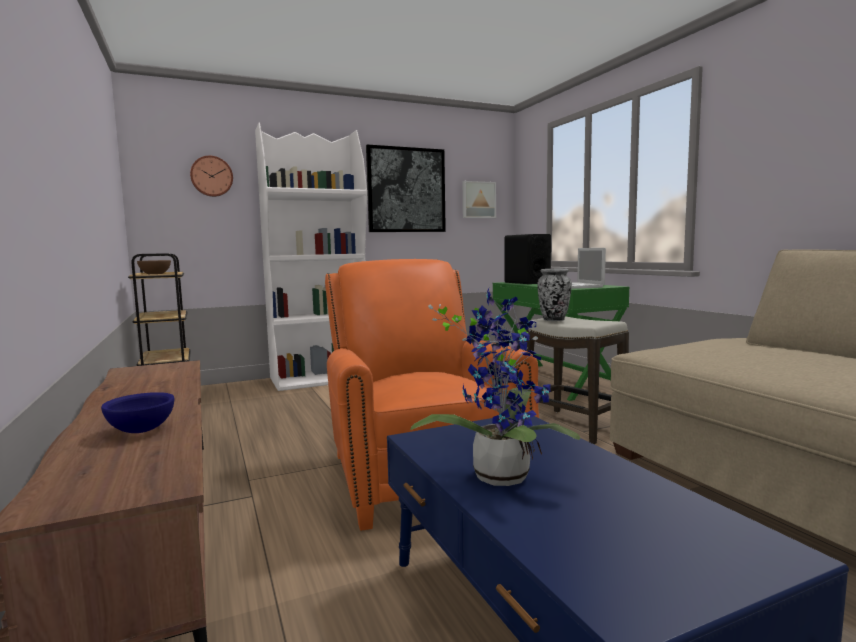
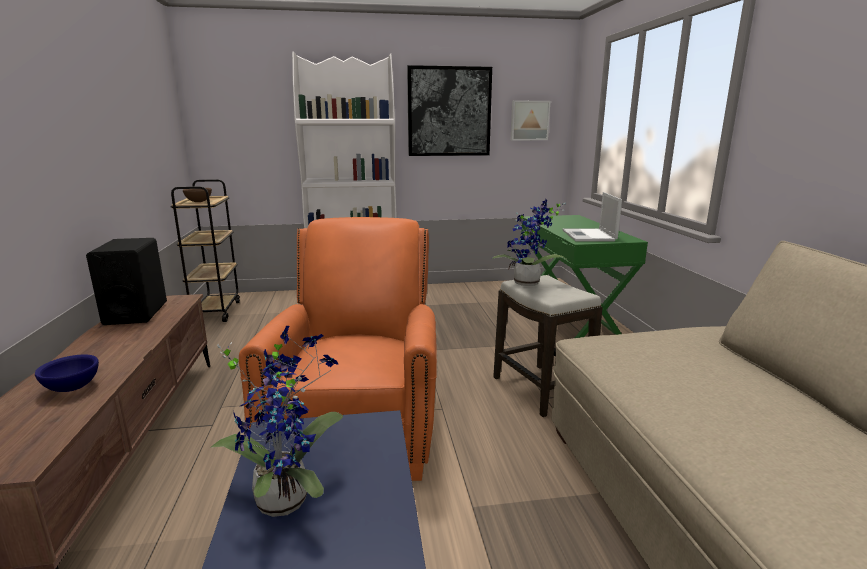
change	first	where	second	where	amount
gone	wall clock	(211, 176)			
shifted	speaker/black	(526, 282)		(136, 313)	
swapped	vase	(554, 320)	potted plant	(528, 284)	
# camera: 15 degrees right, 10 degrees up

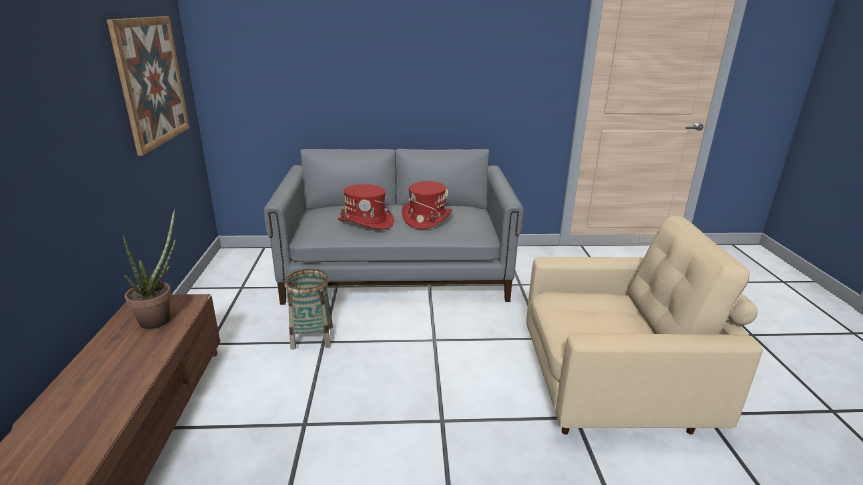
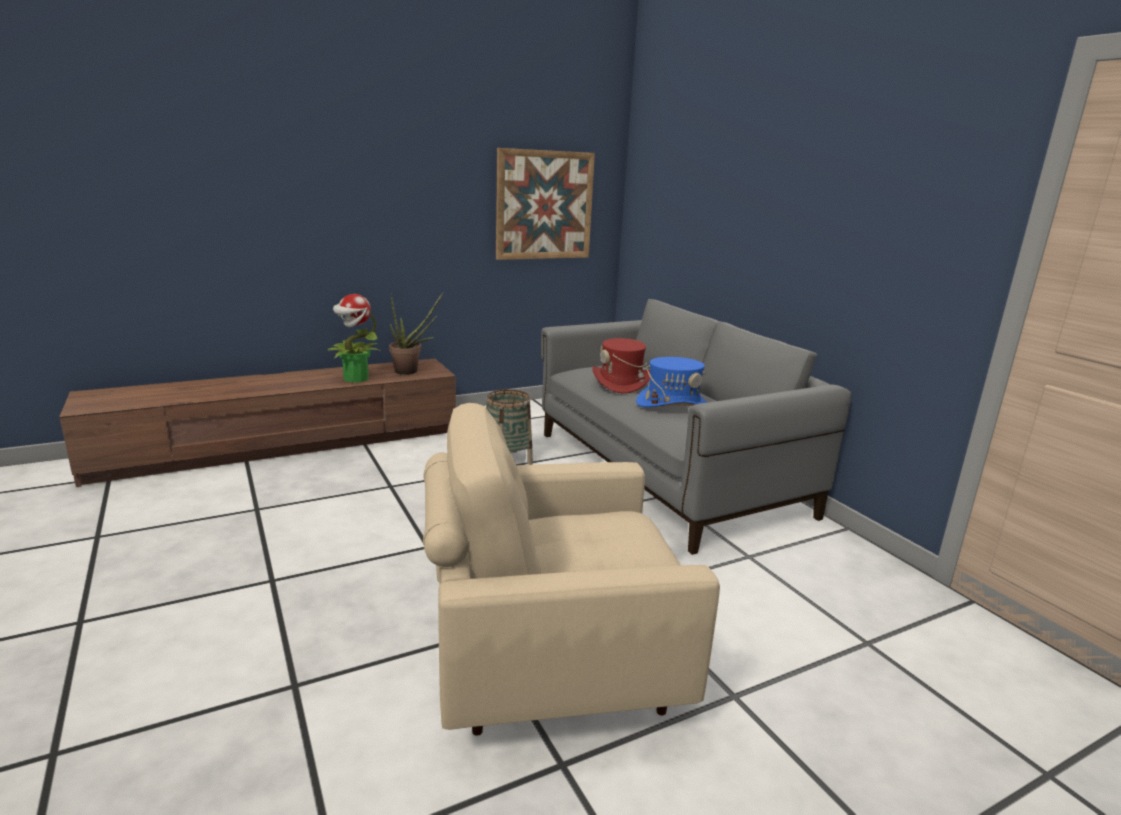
change	first	where	second	where	amount
new			potted plant	(355, 379)	
repainted	hat/red	(426, 218)	hat/blue	(672, 404)	
rotated	armchair/beige	(613, 393)		(549, 662)	105 degrees clockwise
# camera: 65 degrees right, 5 degrees down

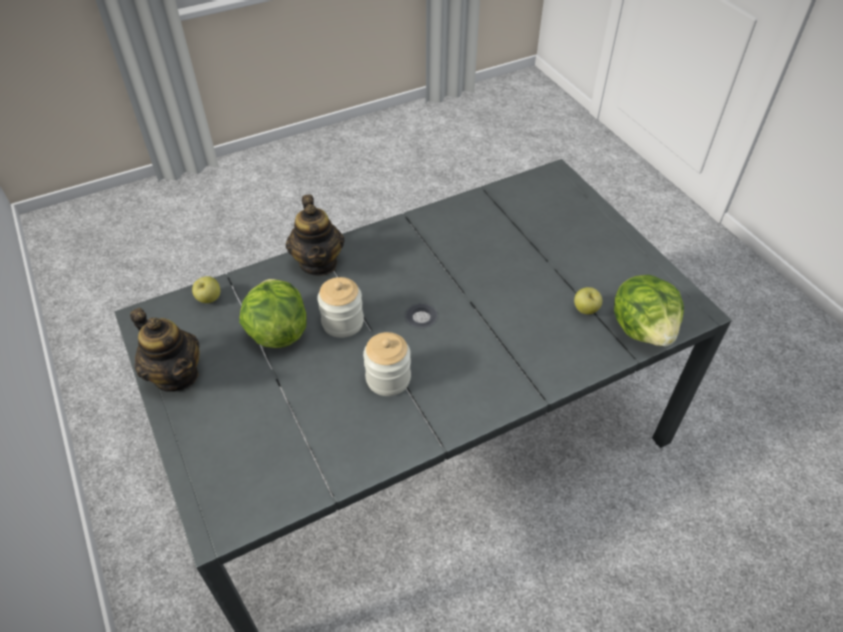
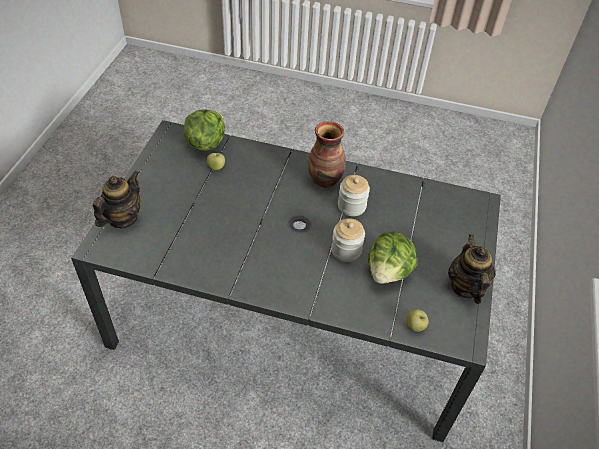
change	first	where	second	where	amount
new			vase	(325, 179)	
shifted	teapot	(318, 263)		(122, 218)	
# camera: 140 degrees left, 0 degrees up

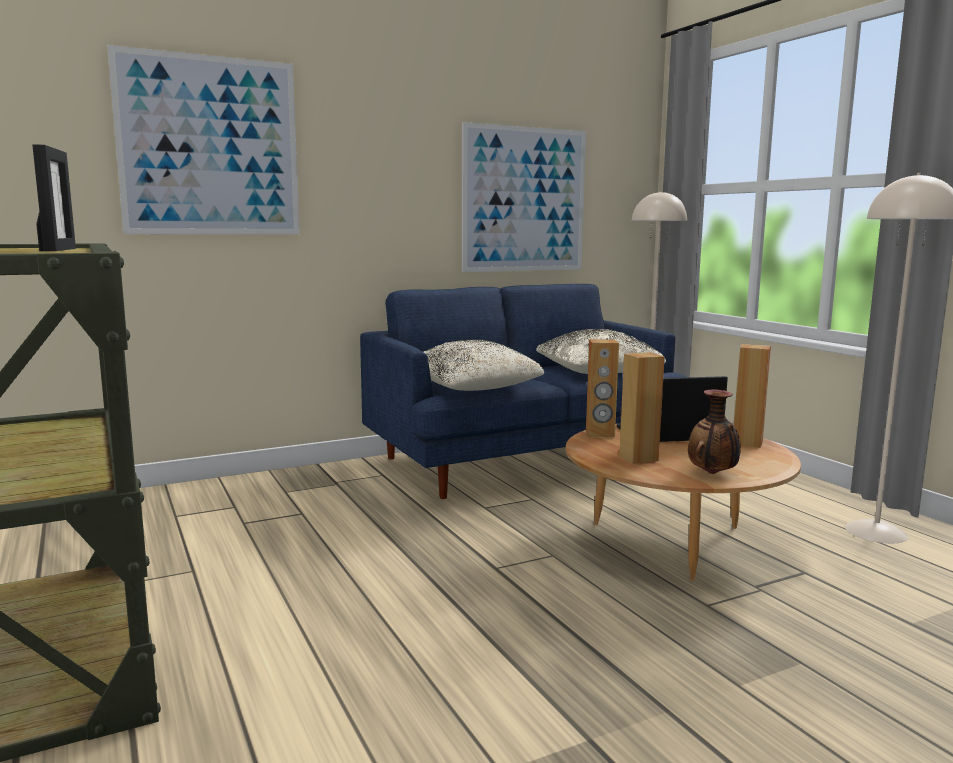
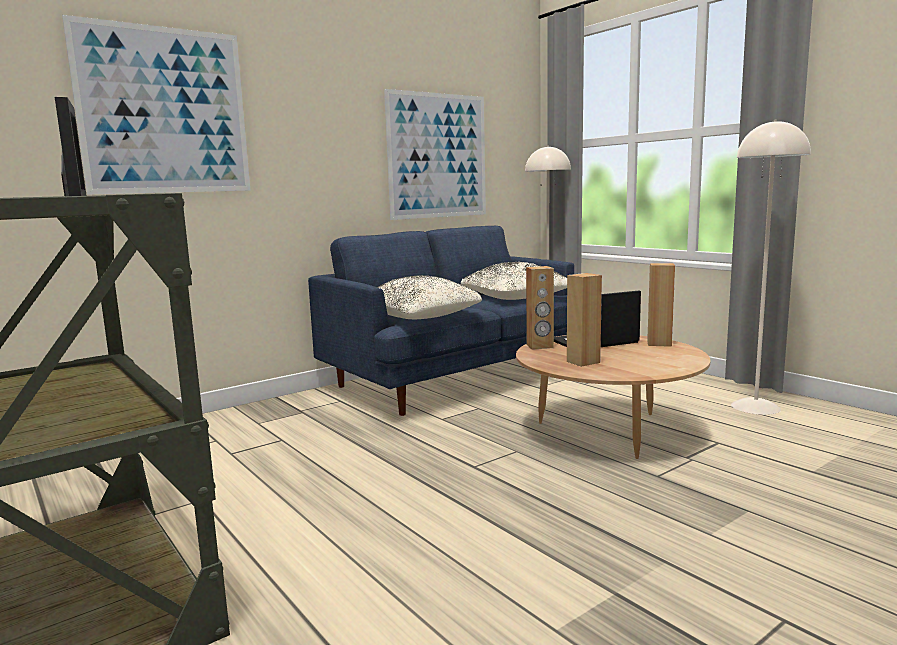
change	first	where	second	where	amount
gone	vase	(712, 473)			
# camera: 10 degrees left, 0 degrees up

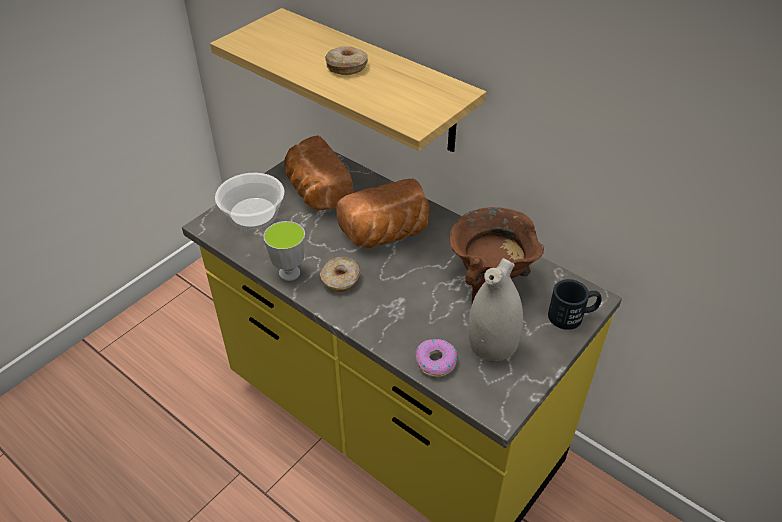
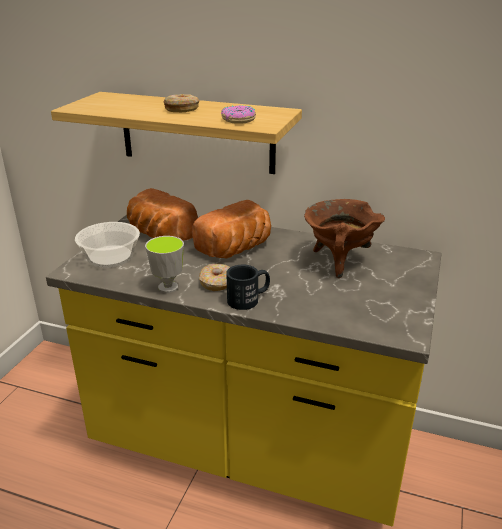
change	first	where	second	where	amount
gone	vase/white	(492, 346)			
shifted	donut	(435, 361)		(238, 120)	
shifted	mug/black	(572, 315)		(249, 299)	
# camera: 20 degrees left, 15 degrees down

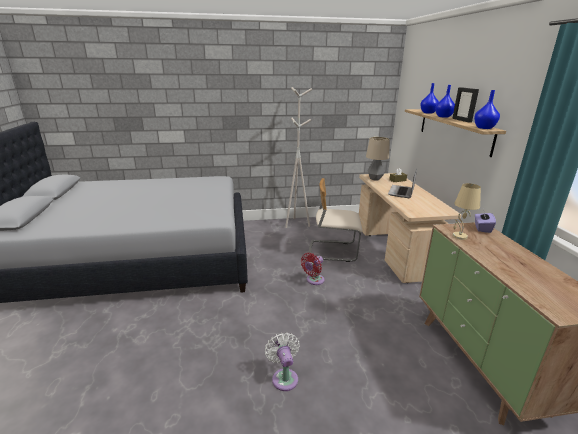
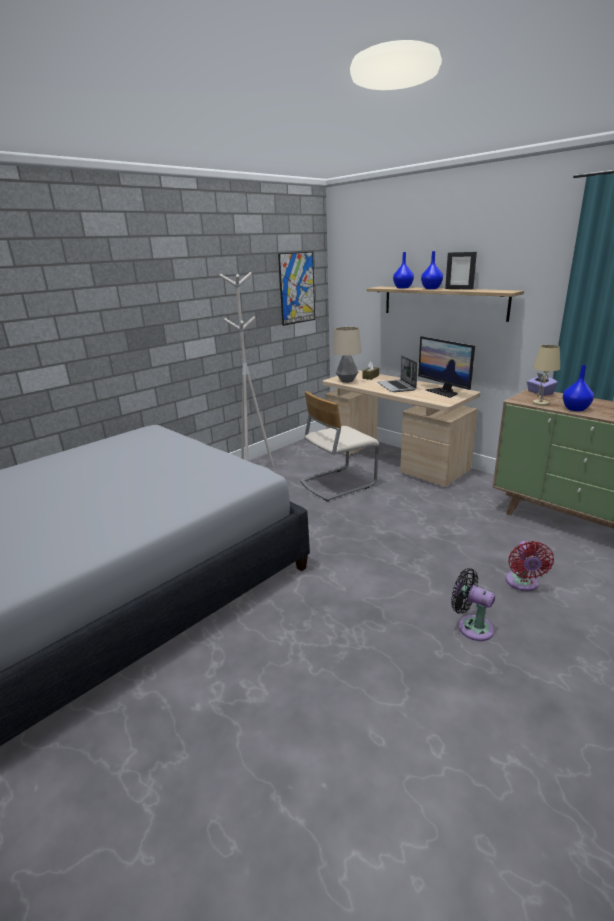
change	first	where	second	where	amount
new			picture	(297, 288)	
new			monitor	(444, 392)	
shifted	fan/red	(313, 280)		(522, 584)	
shifted	vase/blue	(484, 128)		(576, 409)	
repainted	fan/white	(284, 377)	fan/black	(471, 626)	
# camera: 35 degrees left, 0 degrees up

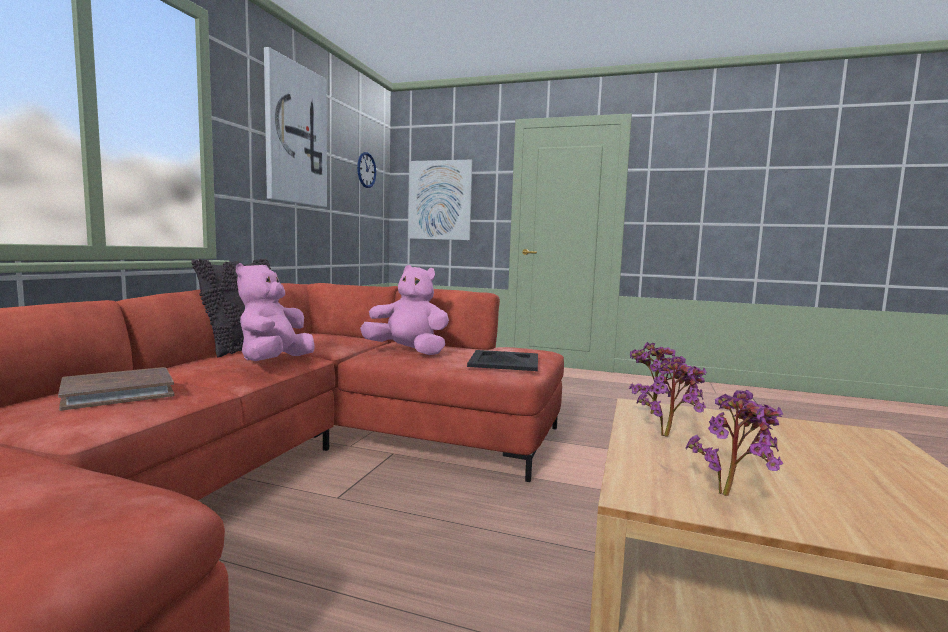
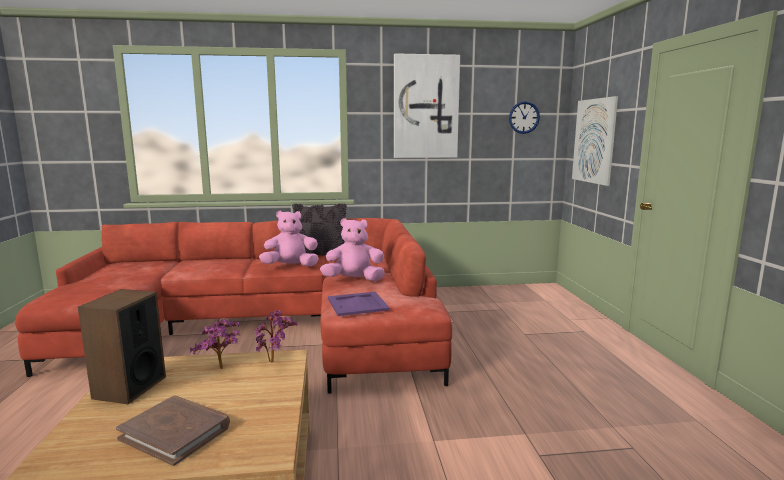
change	first	where	second	where	amount
shifted	book/brown	(118, 393)		(175, 432)	
swapped	potted plant	(732, 495)	speaker	(129, 387)	
repainted	tray/black	(503, 361)	tray/purple	(357, 304)	
rotated	plush toy/pink	(408, 351)		(354, 280)	90 degrees counterclockwise
# camera: 65 degrees right, 5 degrees up

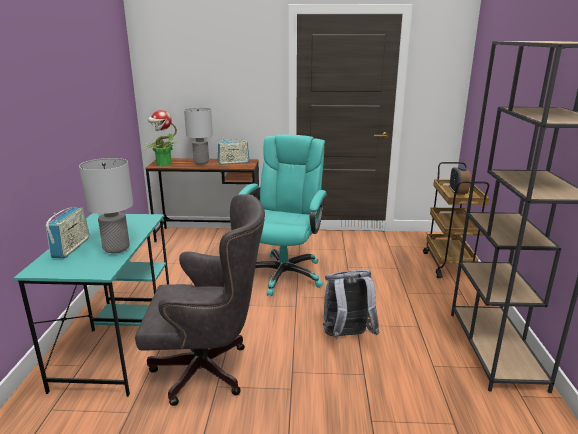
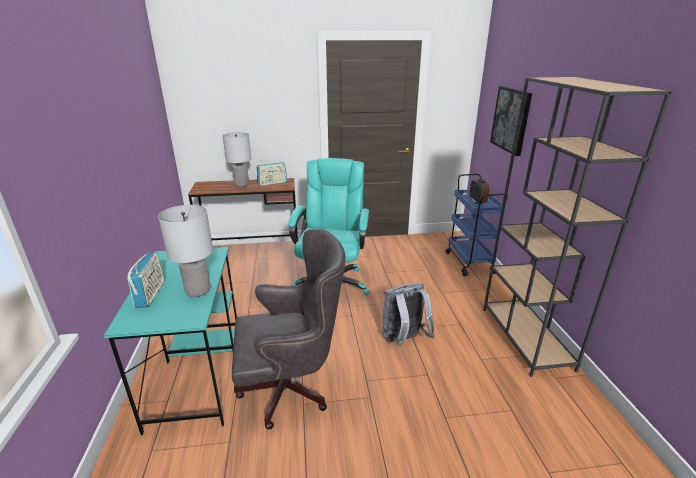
change	first	where	second	where	amount
gone	potted plant	(163, 164)			
new			picture	(511, 120)	
repainted	cart/brown	(448, 265)	cart/blue	(469, 263)	
# camera: 10 degrees left, 5 degrees up

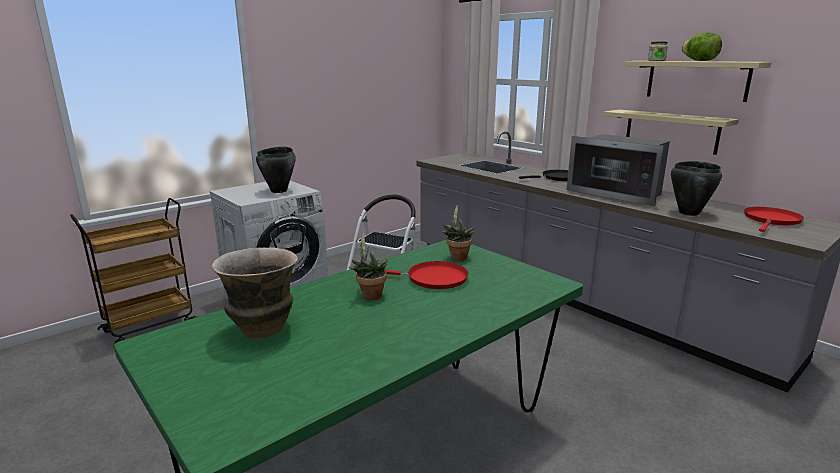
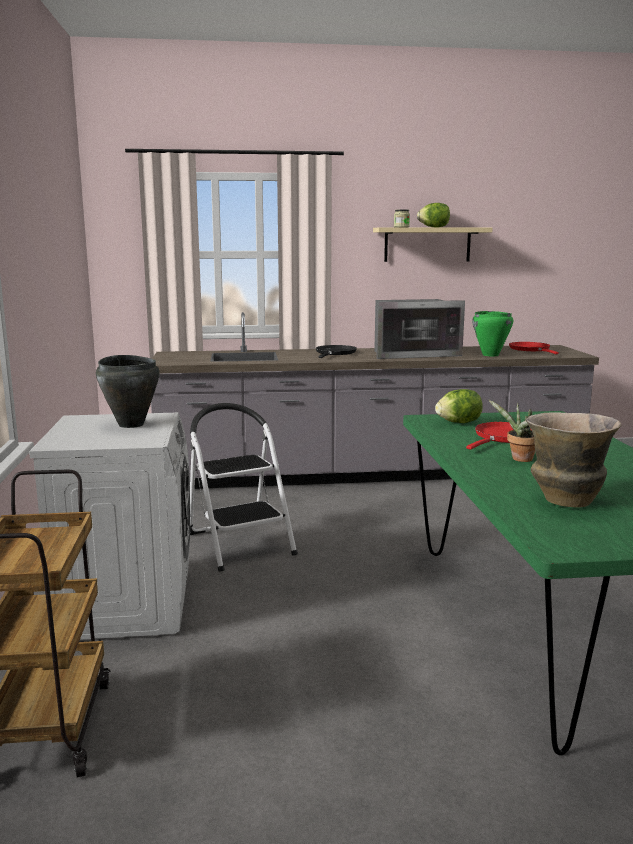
change	first	where	second	where	amount
gone	shelf/beige	(671, 131)			
swapped	potted plant	(457, 257)	lettuce	(458, 423)	
repainted	cooking pot/black	(688, 213)	cooking pot/green	(490, 355)	
# camera: 55 degrees left, 5 degrees down

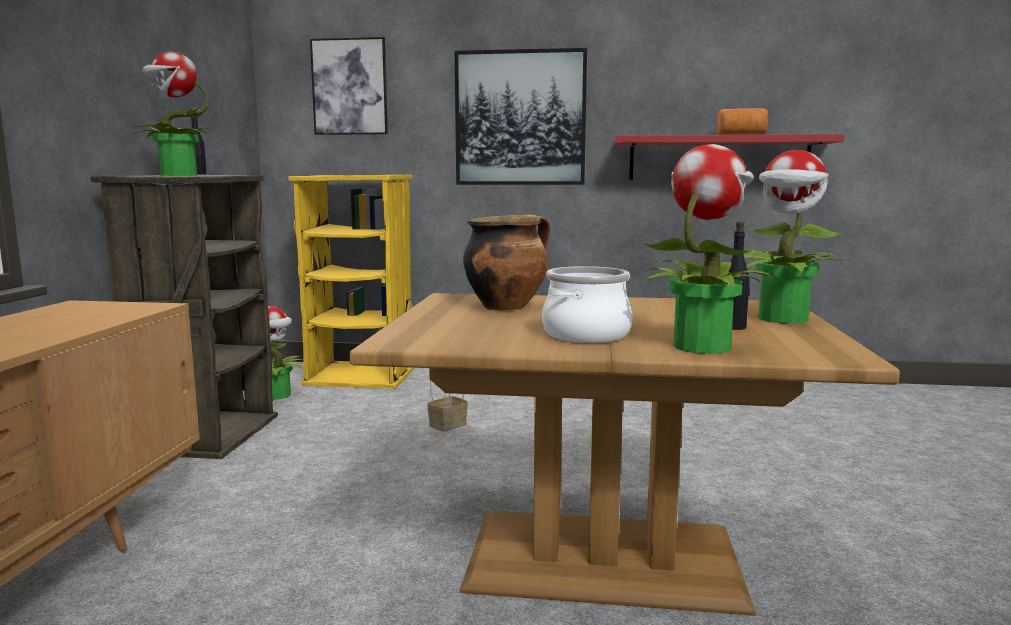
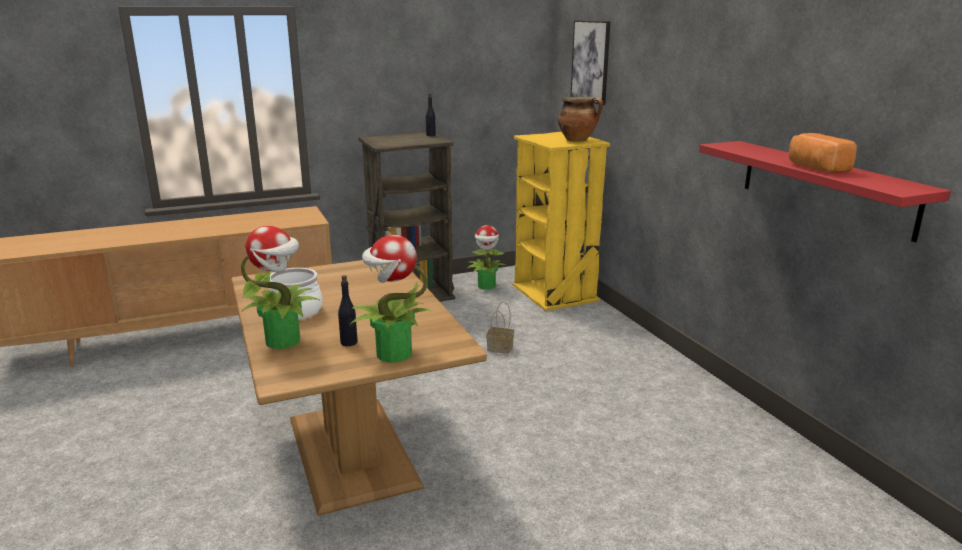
change	first	where	second	where	amount
gone	potted plant	(177, 175)			
gone	picture	(520, 118)			
shifted	cooking pot	(506, 306)		(578, 140)	
# camera: 60 degrees right, 10 degrees up

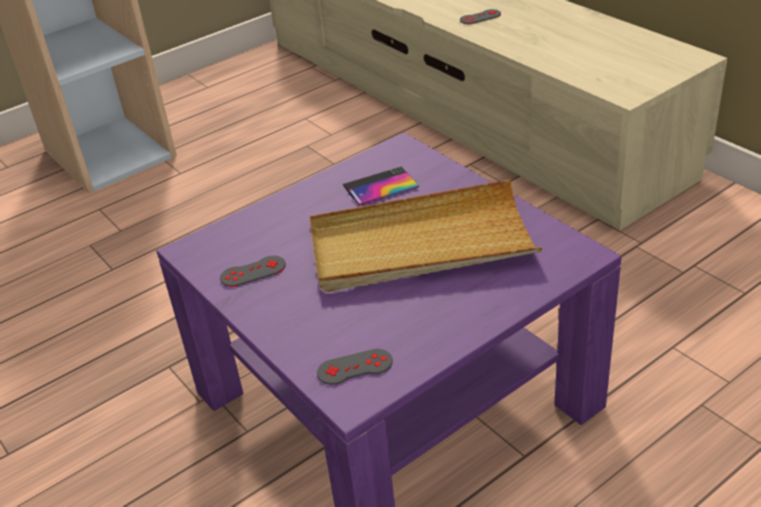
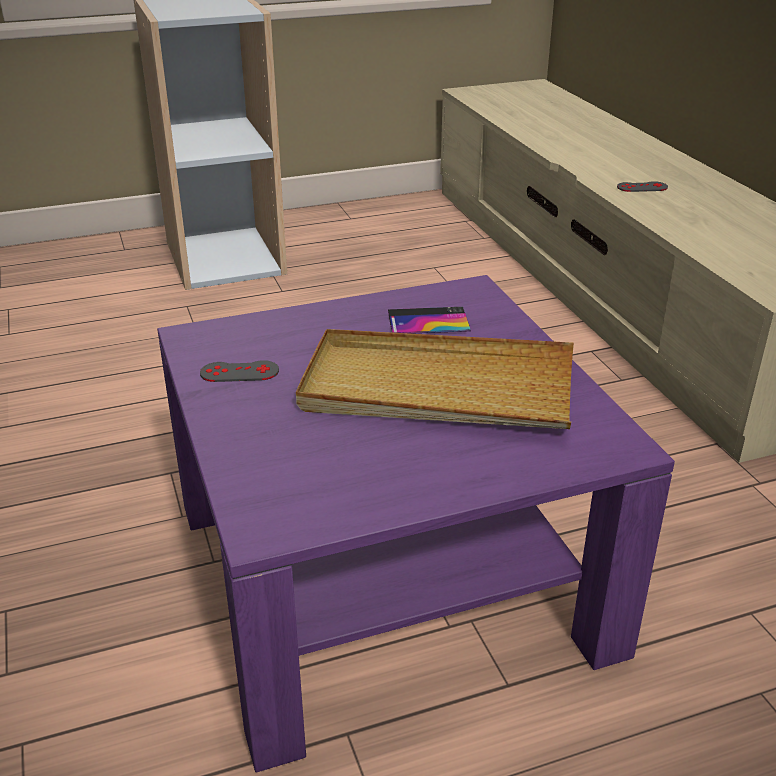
change	first	where	second	where	amount
gone	game controller/grey	(355, 367)			
# camera: 15 degrees right, 5 degrees down

